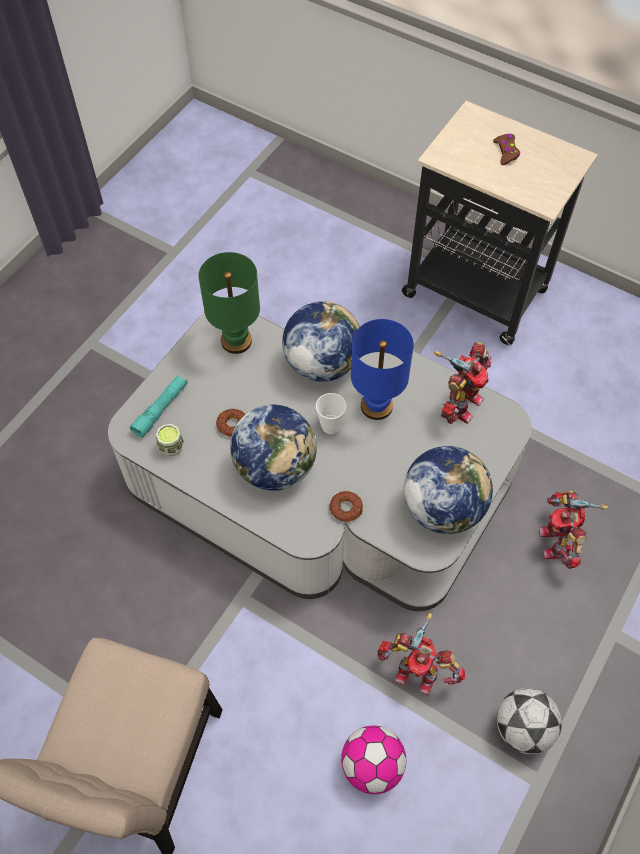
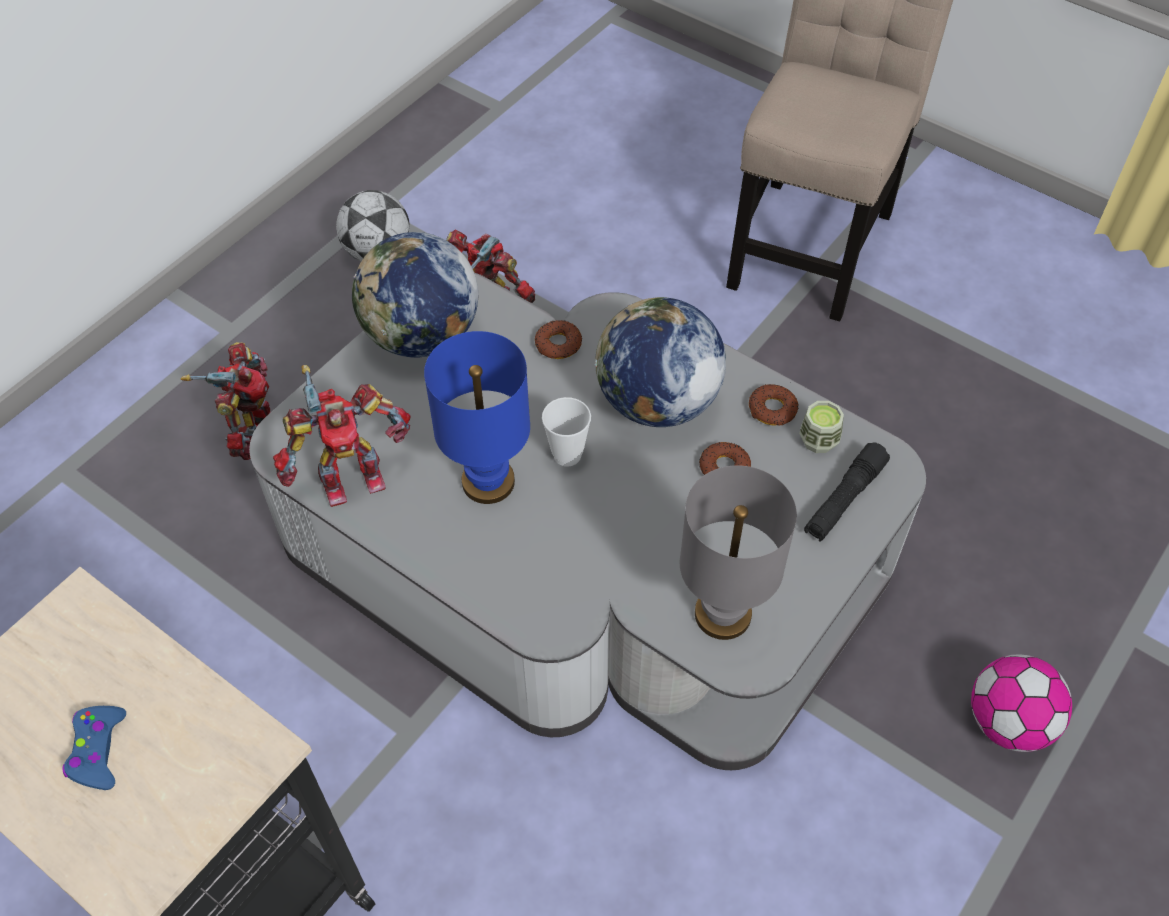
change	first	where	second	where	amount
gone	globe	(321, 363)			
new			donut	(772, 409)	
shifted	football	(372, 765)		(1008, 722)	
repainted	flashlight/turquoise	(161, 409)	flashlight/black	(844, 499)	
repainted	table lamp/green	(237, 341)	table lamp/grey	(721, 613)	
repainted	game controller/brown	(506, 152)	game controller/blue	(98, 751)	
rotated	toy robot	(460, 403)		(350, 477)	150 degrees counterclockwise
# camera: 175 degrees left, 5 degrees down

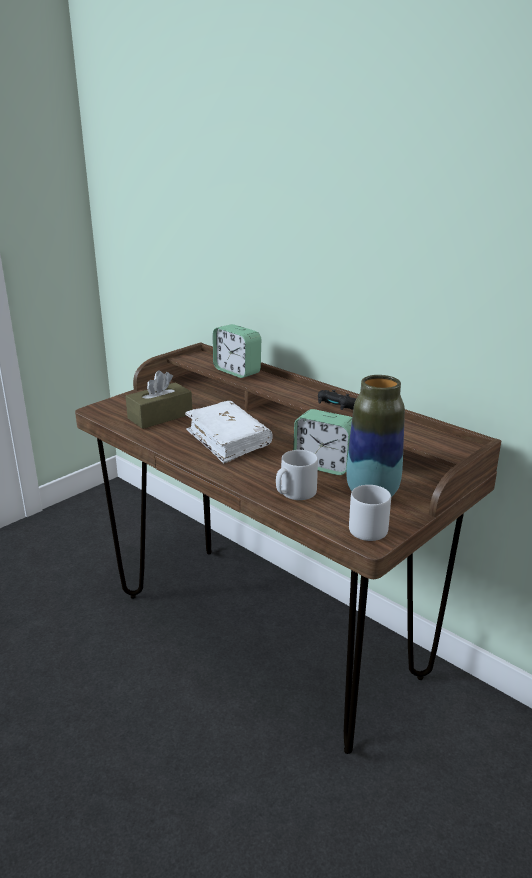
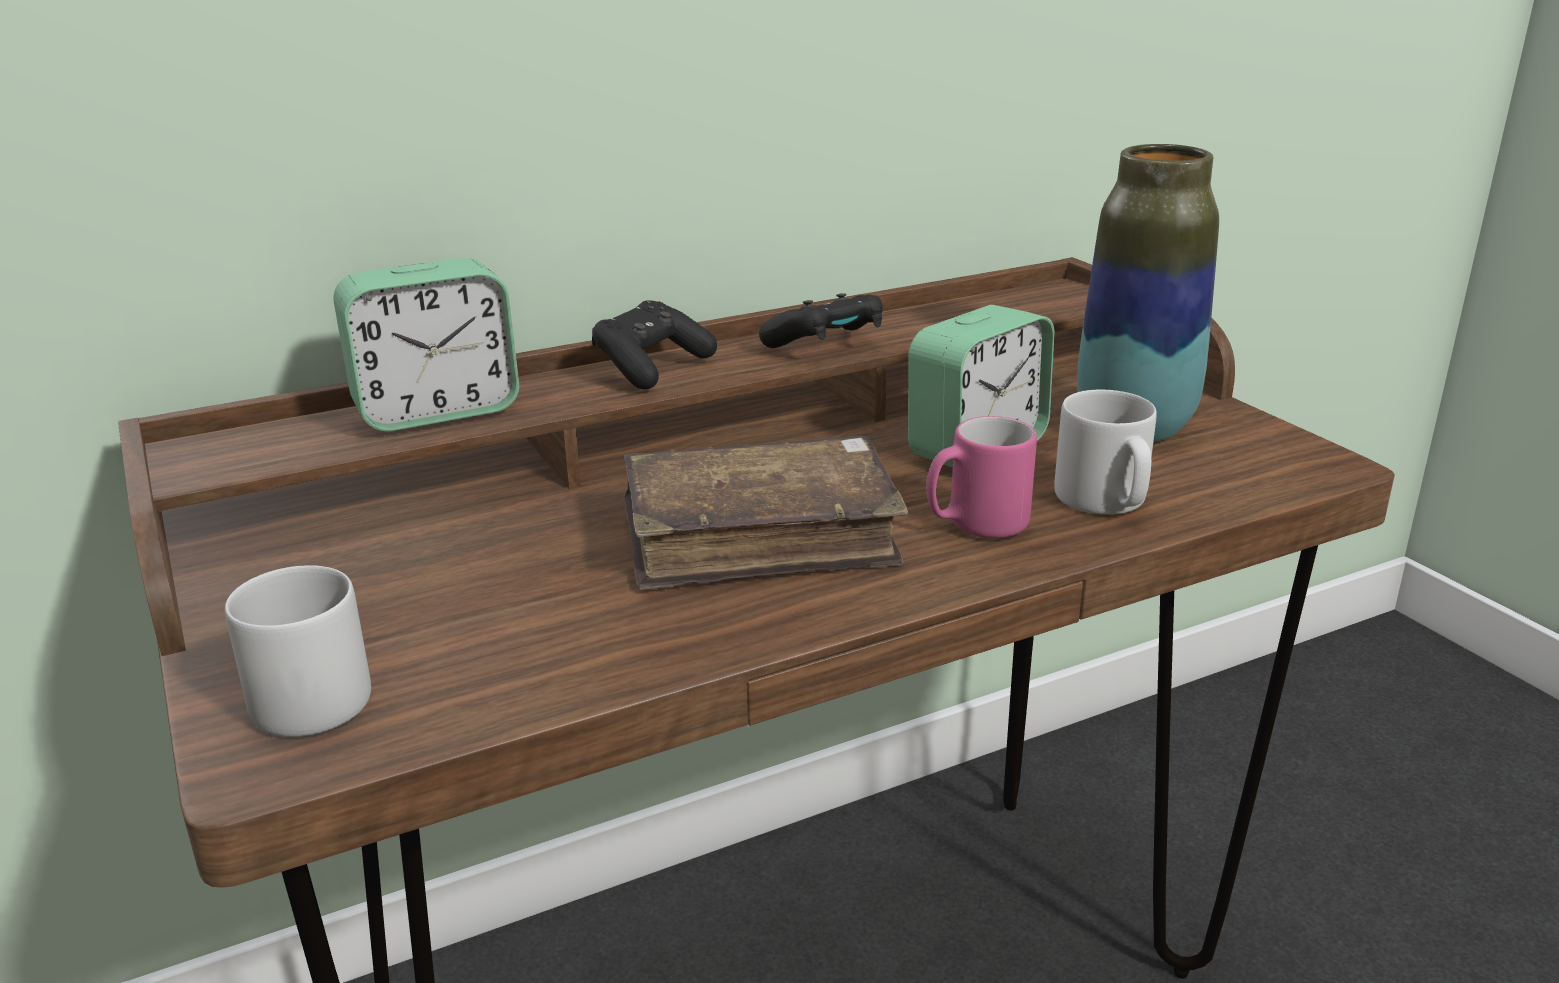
change	first	where	second	where	amount
gone	tissue box/brown	(160, 416)			
new			game controller/black	(651, 367)	
new			mug/pink	(975, 526)	
shifted	mug/grey	(369, 527)		(301, 698)	
repainted	book/white	(228, 440)	book/brown	(759, 539)	
# camera: 70 degrees left, 0 degrees up

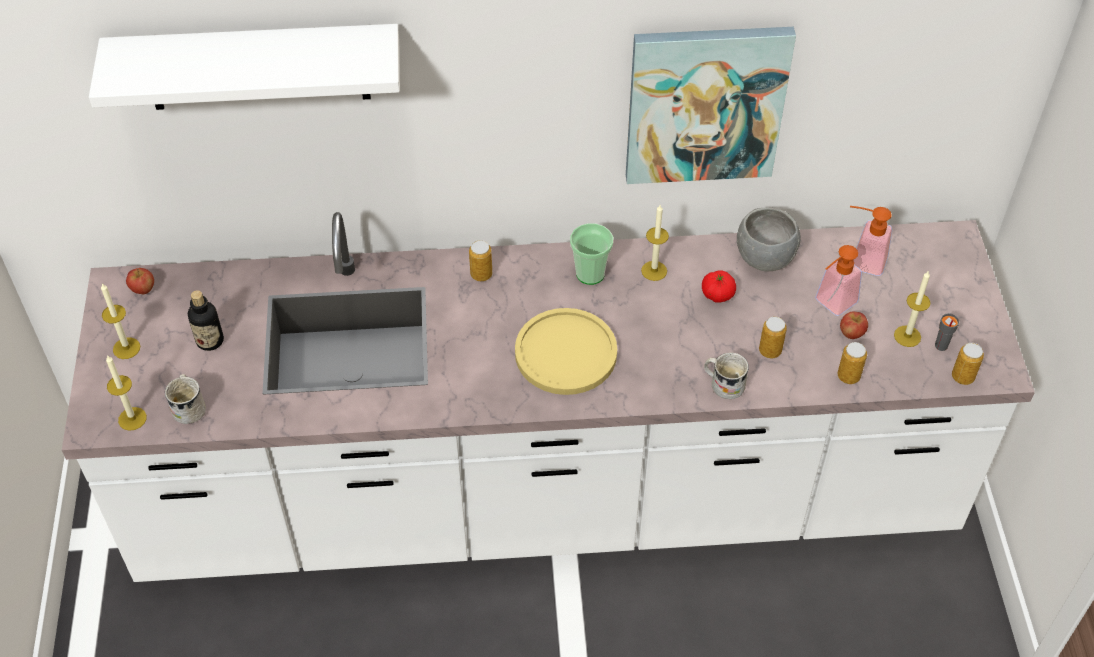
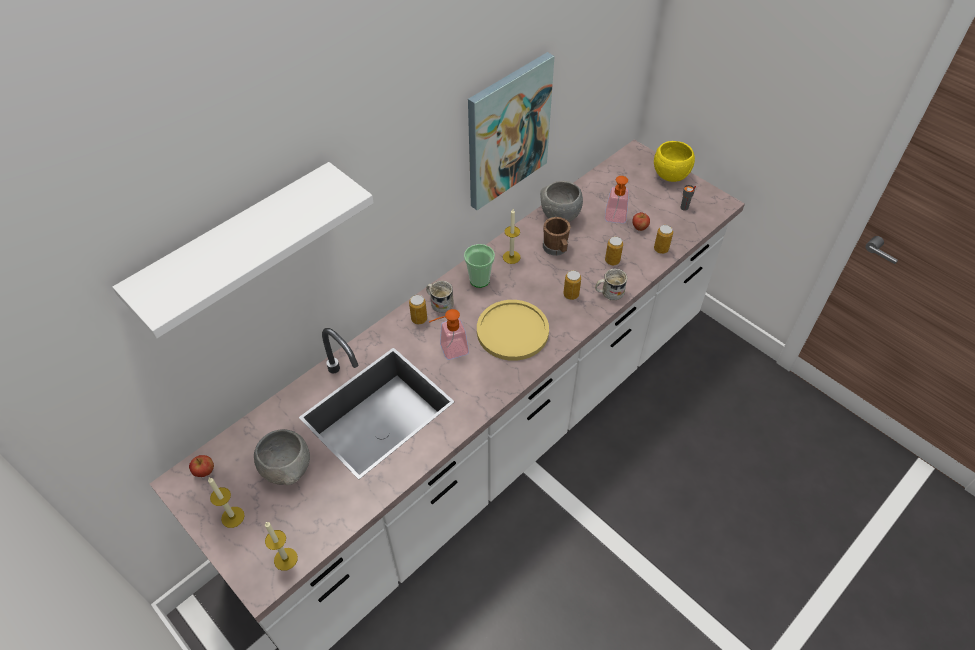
change	first	where	second	where	amount
gone	candle	(907, 336)			
new			bowl/yellow	(670, 175)	
shifted	mug/white	(189, 407)		(439, 303)	
shifted	soap dispenser	(861, 261)		(449, 350)	
shifted	can	(962, 377)		(571, 295)	
swapped	bottle	(210, 340)	bowl/grey	(288, 471)	
swapped	tomato	(717, 294)	mug/brown	(556, 249)	
# camera: 40 degrees left, 0 degrees up

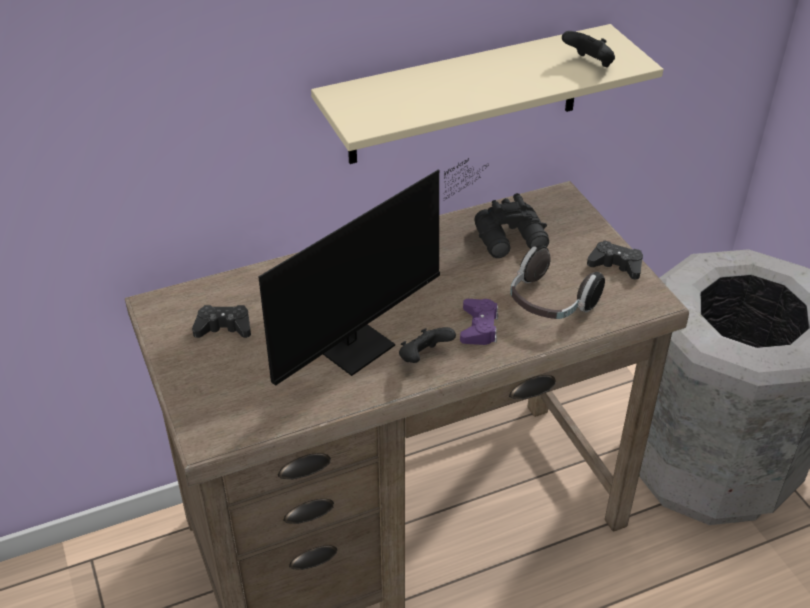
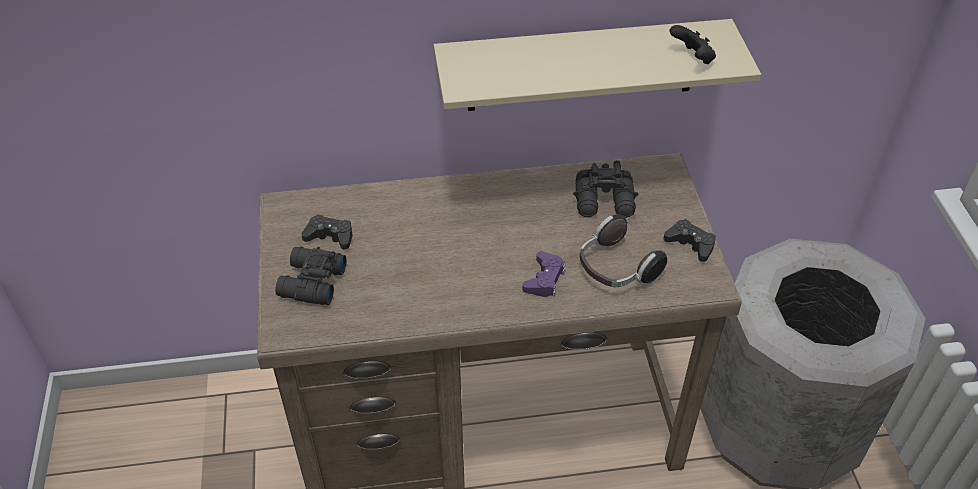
change	first	where	second	where	amount
gone	monitor	(363, 341)			
gone	game controller/black	(424, 358)			
new			binoculars/black	(310, 283)	
# camera: 15 degrees right, 5 degrees up

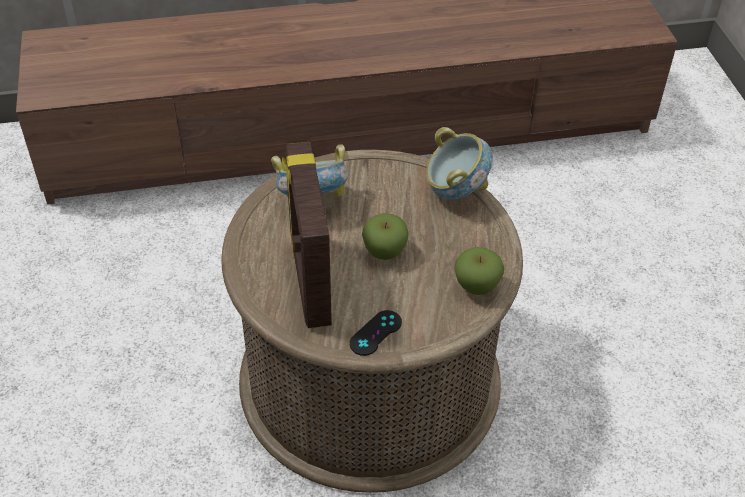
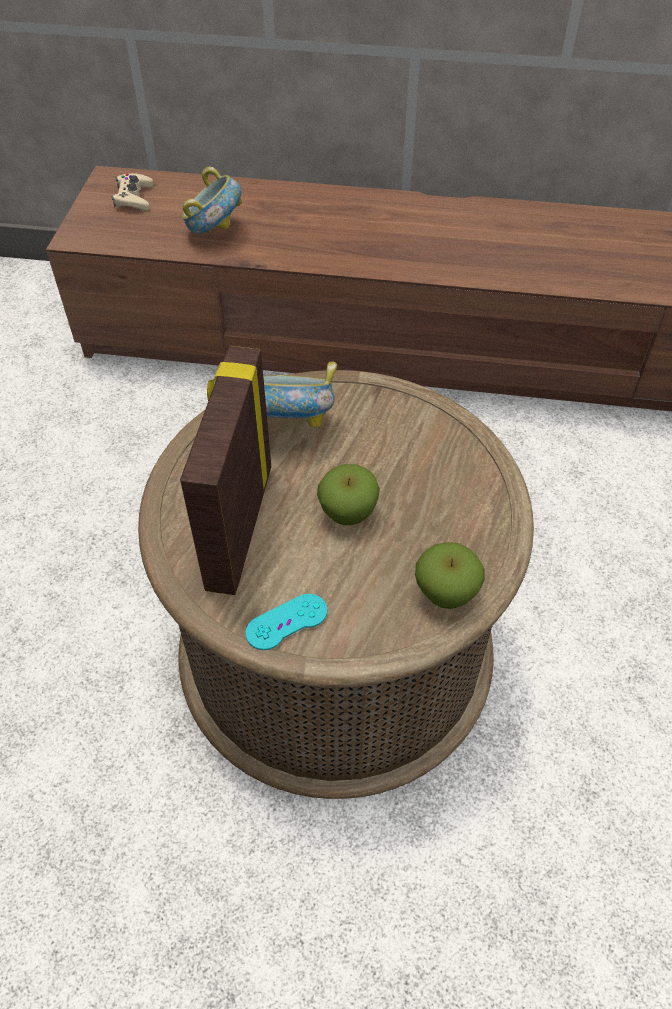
change	first	where	second	where	amount
new			game controller/beige	(134, 198)	
shifted	bowl	(455, 191)		(214, 232)	
repainted	game controller/black	(375, 333)	game controller/turquoise	(286, 622)	
# camera: 20 degrees right, 5 degrees up

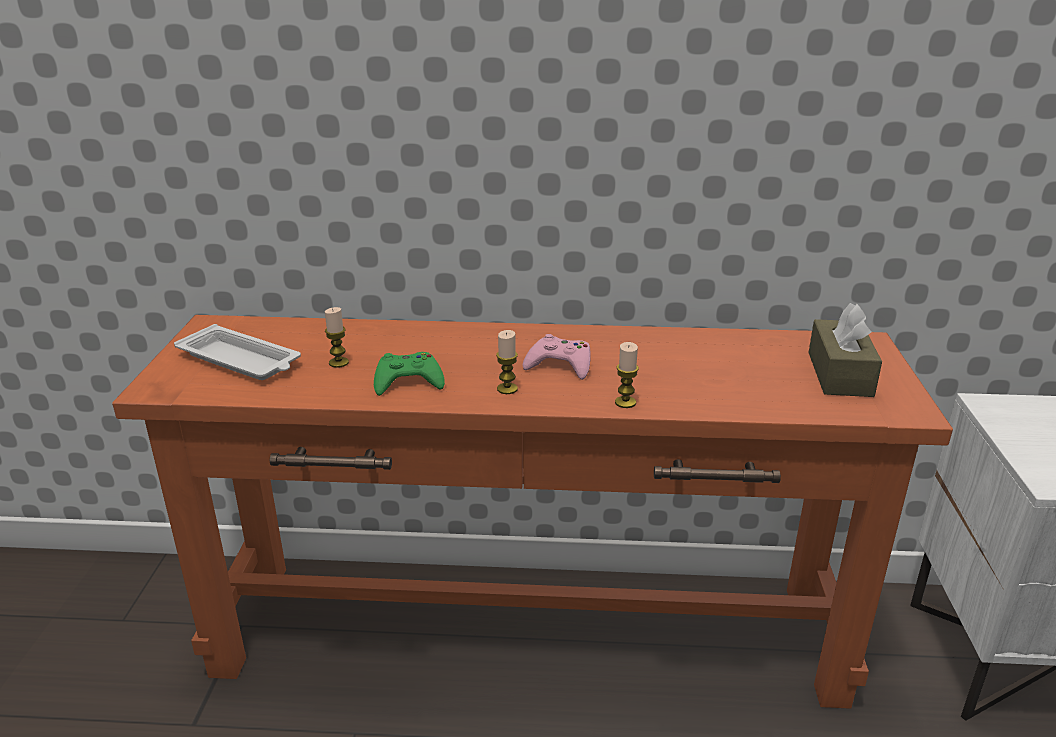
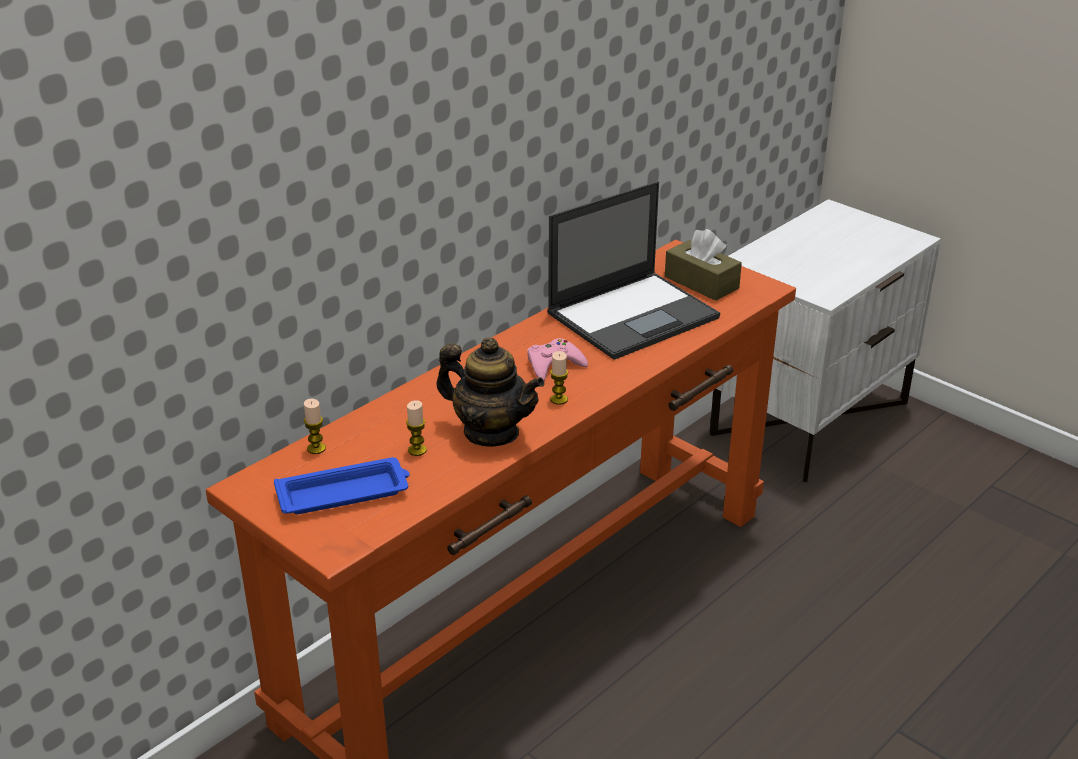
change	first	where	second	where	amount
new			laptop	(634, 315)	
shifted	candle	(625, 402)		(316, 448)	
swapped	game controller/green	(408, 381)	teapot	(491, 432)	
repainted	tray/white	(241, 361)	tray/blue	(345, 493)	
# camera: 50 degrees left, 5 degrees up

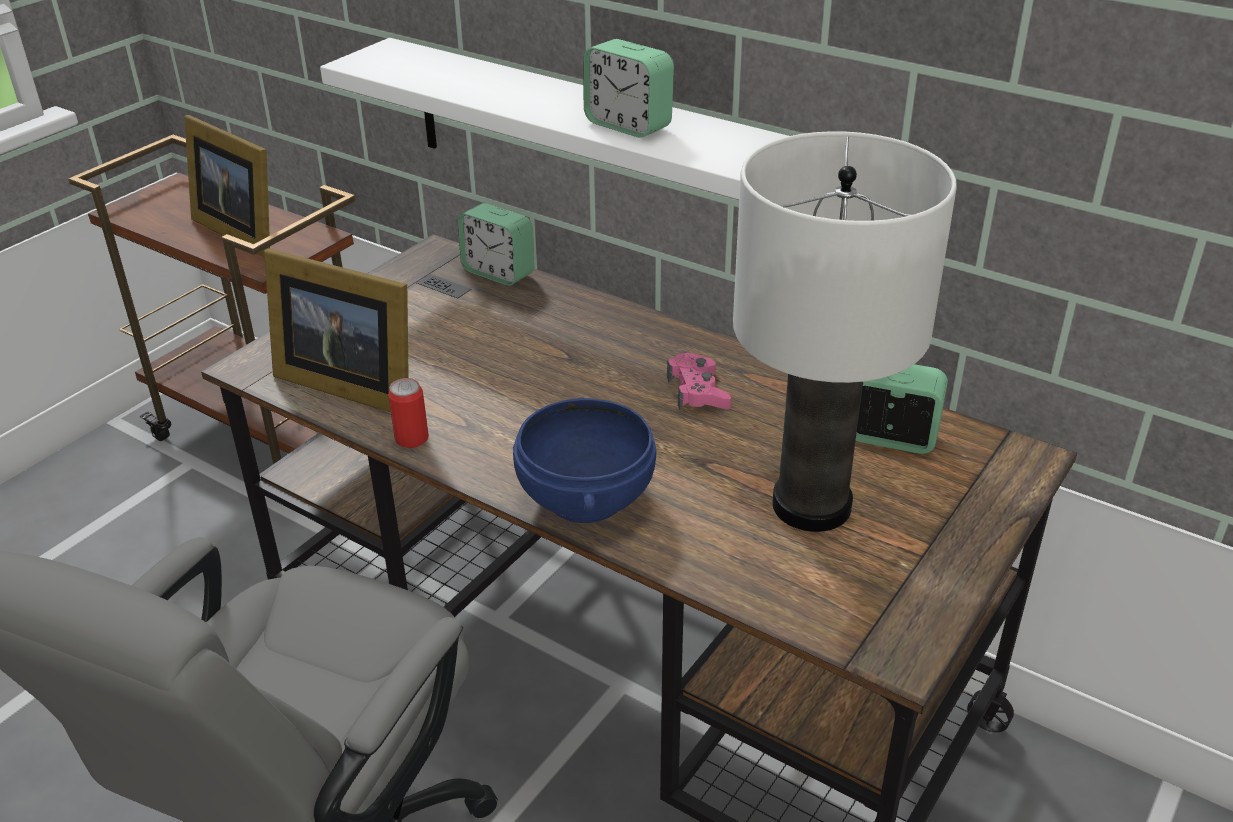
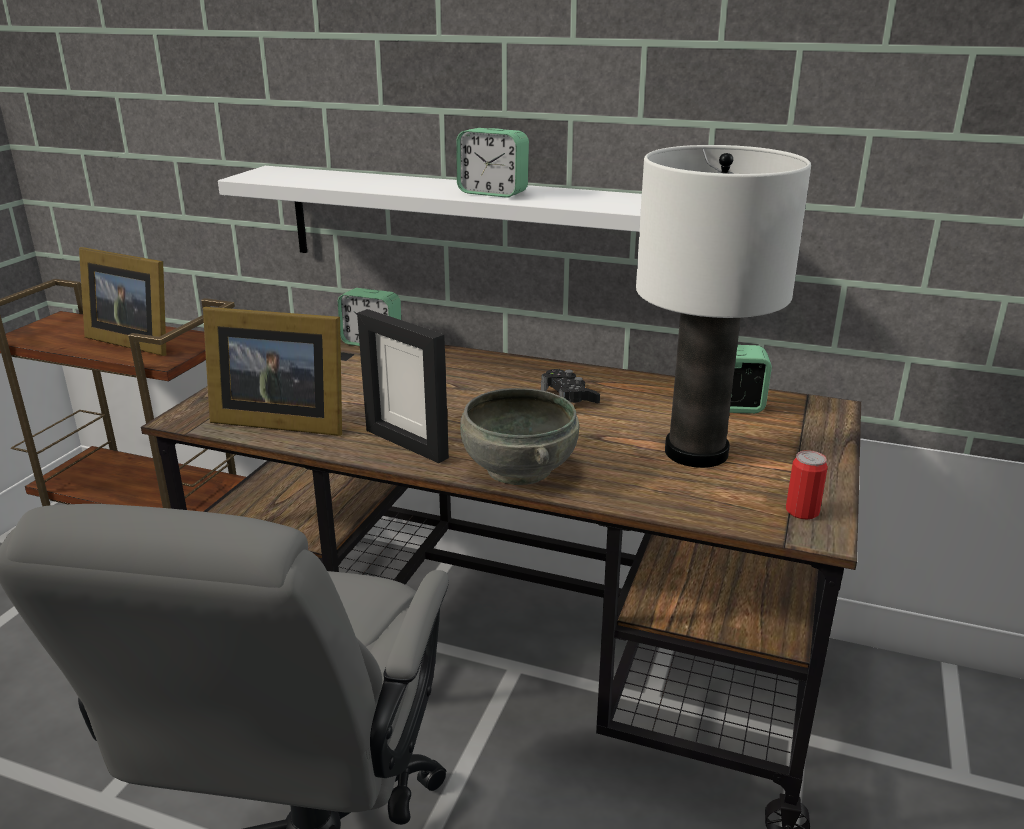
change	first	where	second	where	amount
new			picture frame	(408, 443)	
shifted	can	(412, 439)		(802, 511)	
repainted	bowl/blue	(584, 498)	bowl/grey	(517, 469)	
repainted	game controller/pink	(698, 392)	game controller/black	(569, 396)	
# camera: 15 degrees left, 10 degrees down

